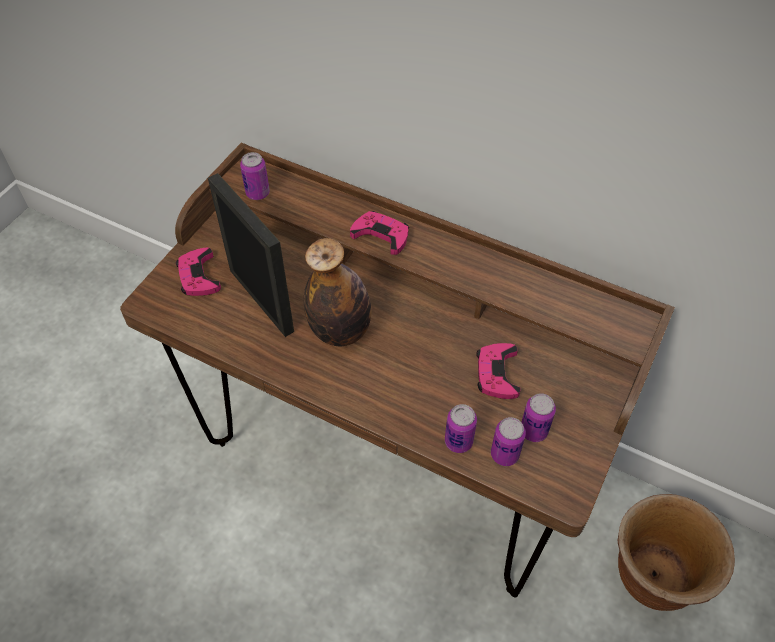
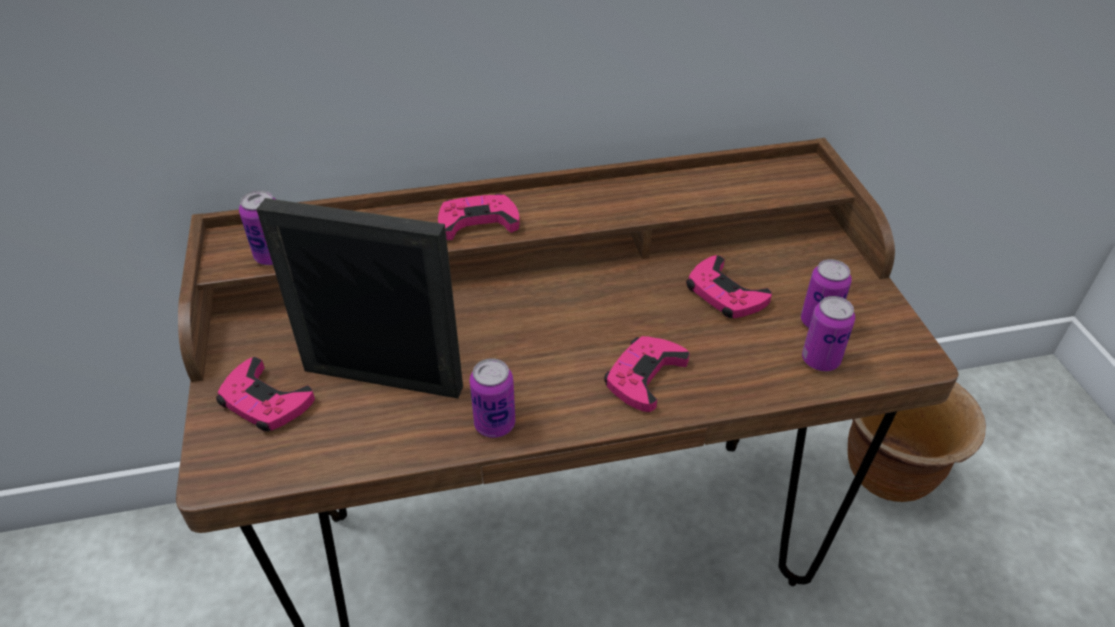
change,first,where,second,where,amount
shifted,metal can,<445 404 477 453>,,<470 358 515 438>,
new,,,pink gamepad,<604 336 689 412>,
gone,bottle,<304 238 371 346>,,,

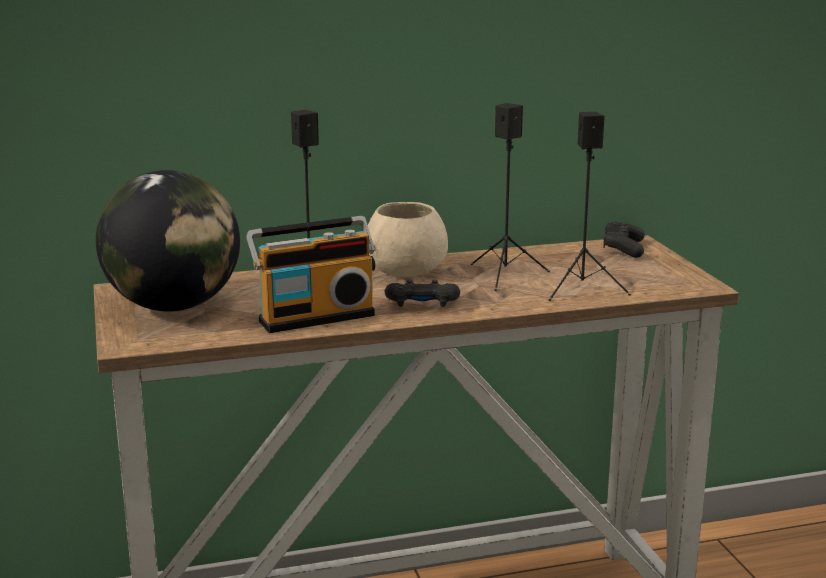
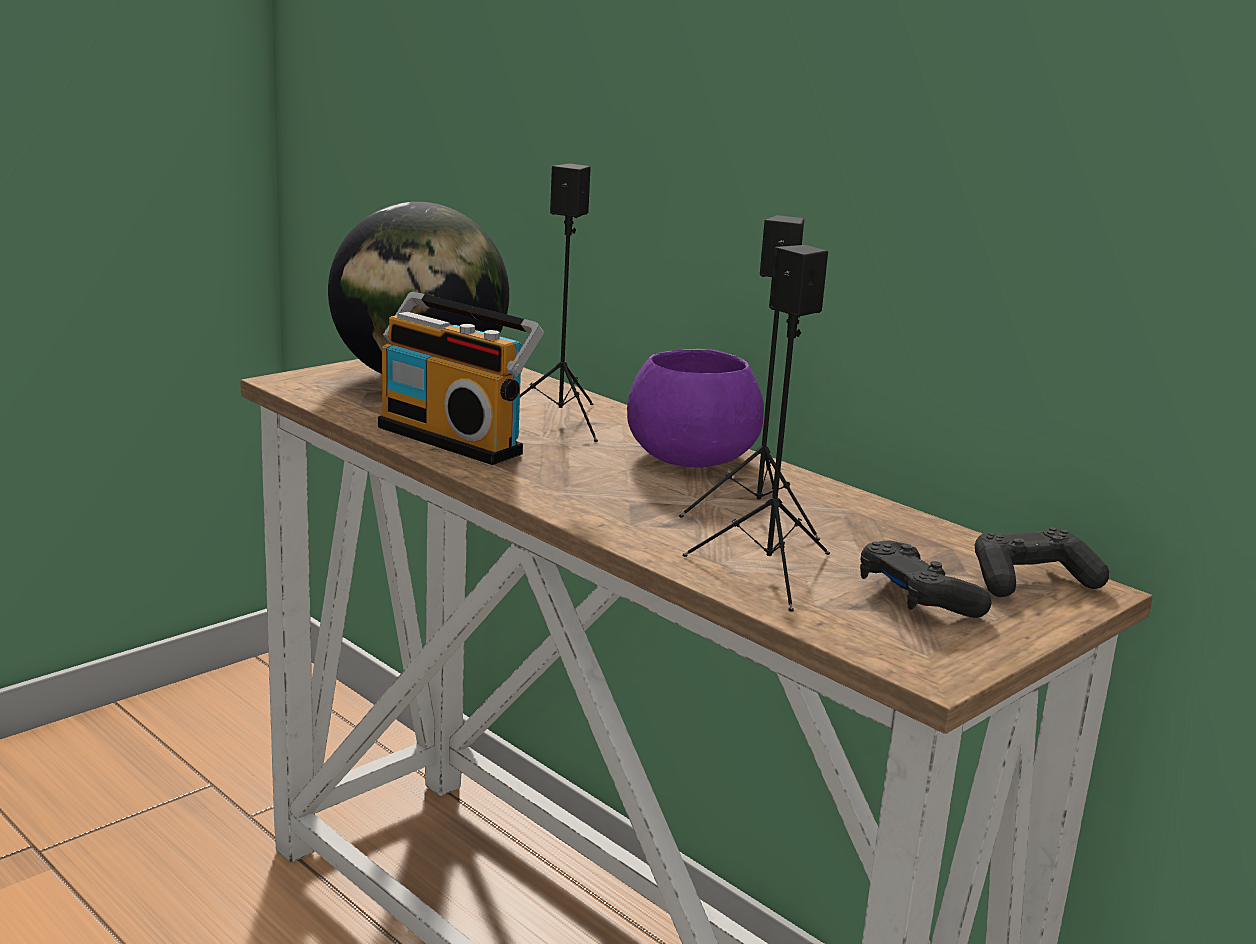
change,first,where,second,where,amount
repainted,sand-coloured bowl,<368 202 448 277>,purple-coloured bowl,<627 349 764 467>,
shifted,black gamepad,<385 280 460 307>,,<860 540 992 618>,

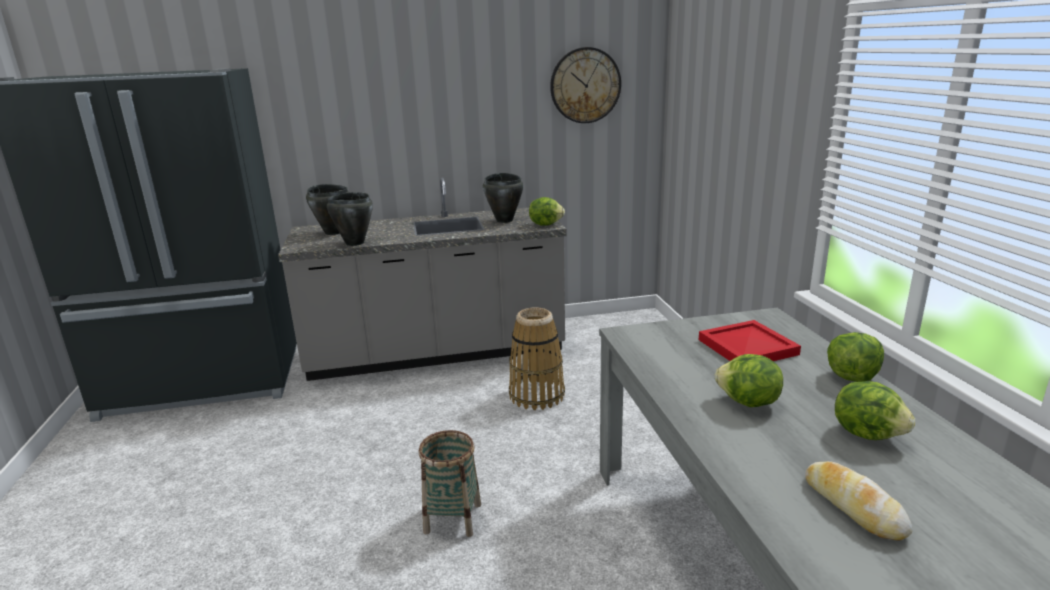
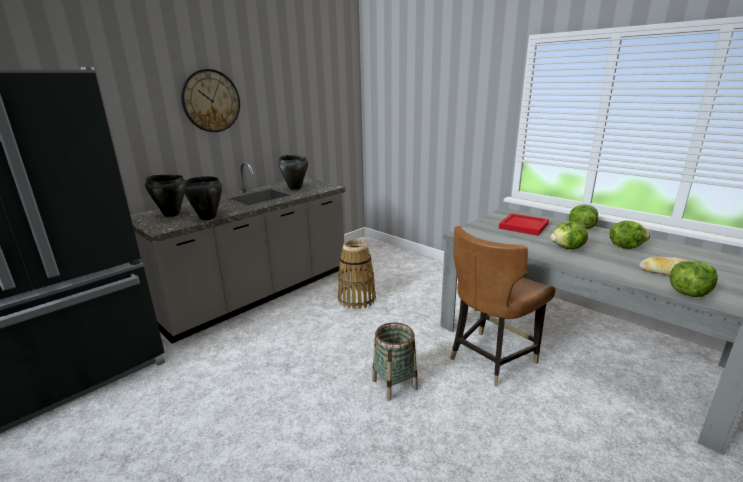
change,first,where,second,where,amount
shifted,clock on the wall,<550 47 621 123>,,<181 69 240 132>,
new,,,brownish upright chair,<450 226 556 387>,
shifted,head of lettuce,<529 197 565 226>,,<670 261 718 297>,

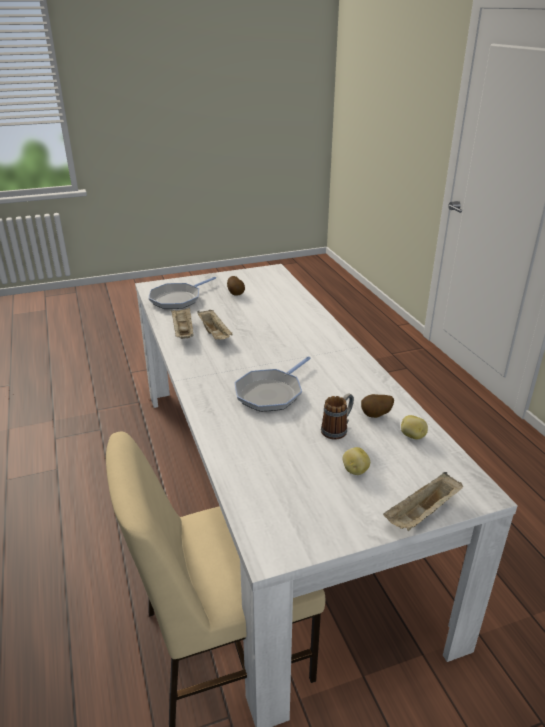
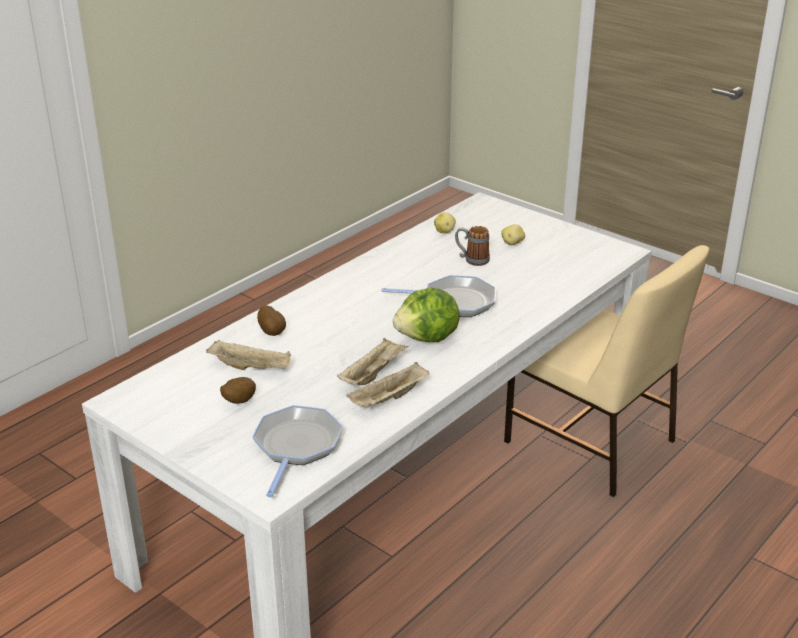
change,first,where,second,where,amount
shifted,sand-coloured serving tray,<383 472 463 531>,,<206 340 291 370>,
rotated,pan,<148 277 216 309>,,<252 405 343 497>,90 degrees counterclockwise
shifted,whole potato,<361 394 394 418>,,<257 305 286 336>,
new,,,head of lettuce,<393 288 460 342>,

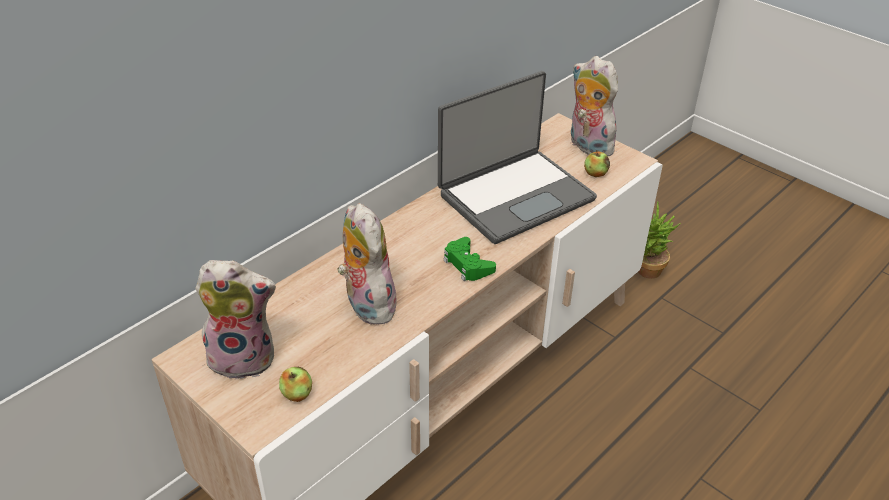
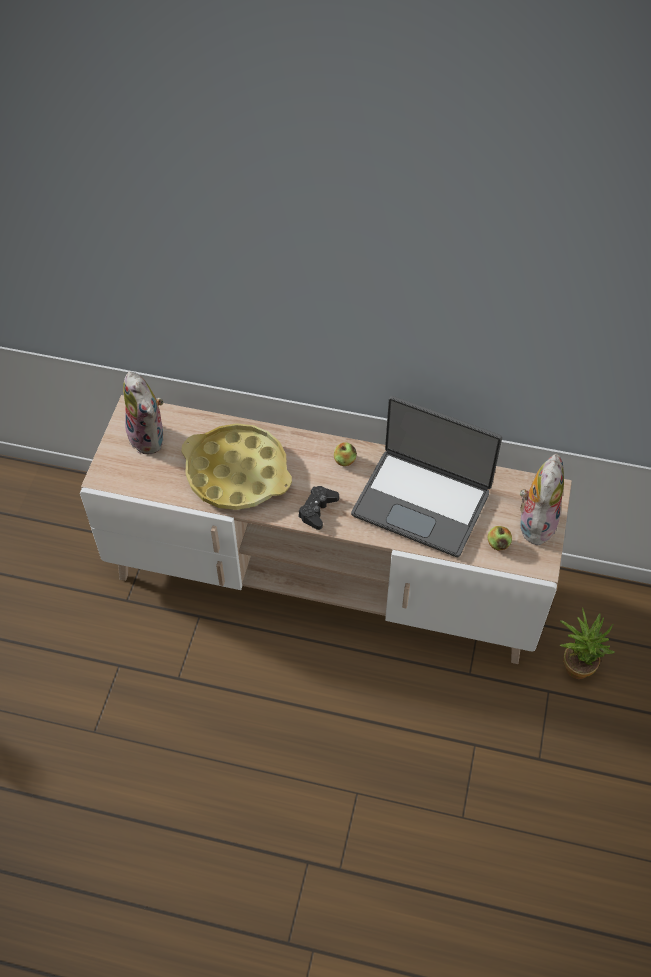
change,first,where,second,where,amount
swapped,cuddly toy,<337 203 396 325>,yellow serving tray,<182 423 292 510>,
repainted,greenish gamepad,<444 237 496 281>,black gamepad,<298 486 339 530>,
shifted,apple fruit,<279 367 312 402>,,<334 442 357 466>,

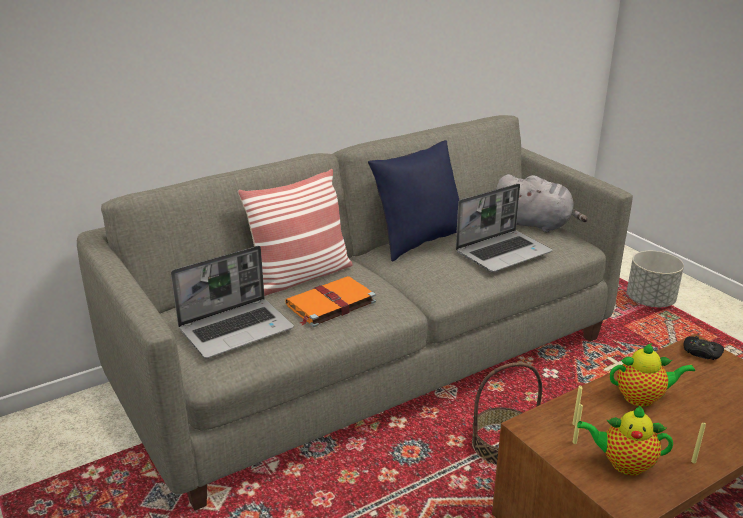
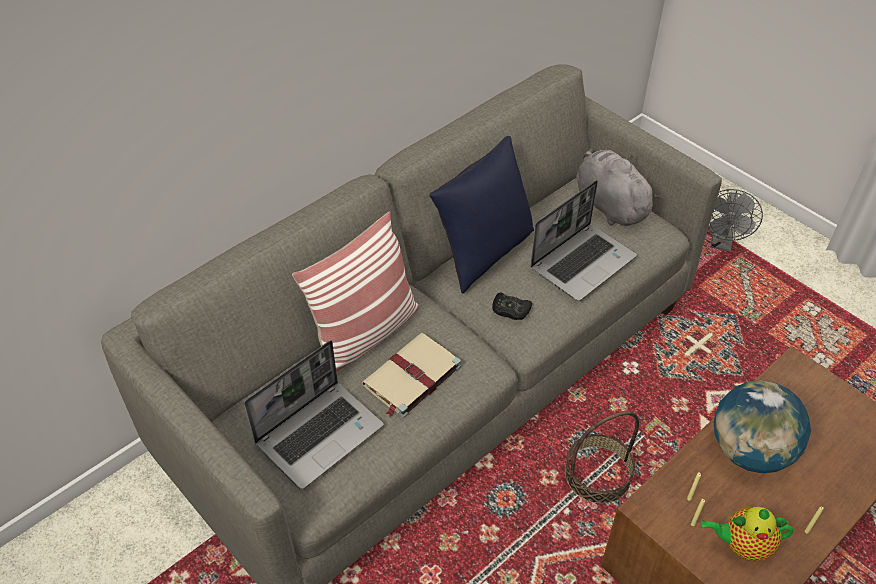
change,first,where,second,where,amount
repainted,orange-coloured book,<285 276 376 327>,sand-coloured book,<362 333 461 418>,
shifted,black gamepad,<684 336 724 360>,,<492 292 532 320>,
rotated,grey cuddly toy,<496 174 588 233>,,<576 148 660 226>,135 degrees counterclockwise
swapped,grey flower pot,<627 251 684 307>,grey cooling fan,<707 189 763 252>,
swapped,teapot,<610 343 695 407>,desk globe,<714 380 811 473>,

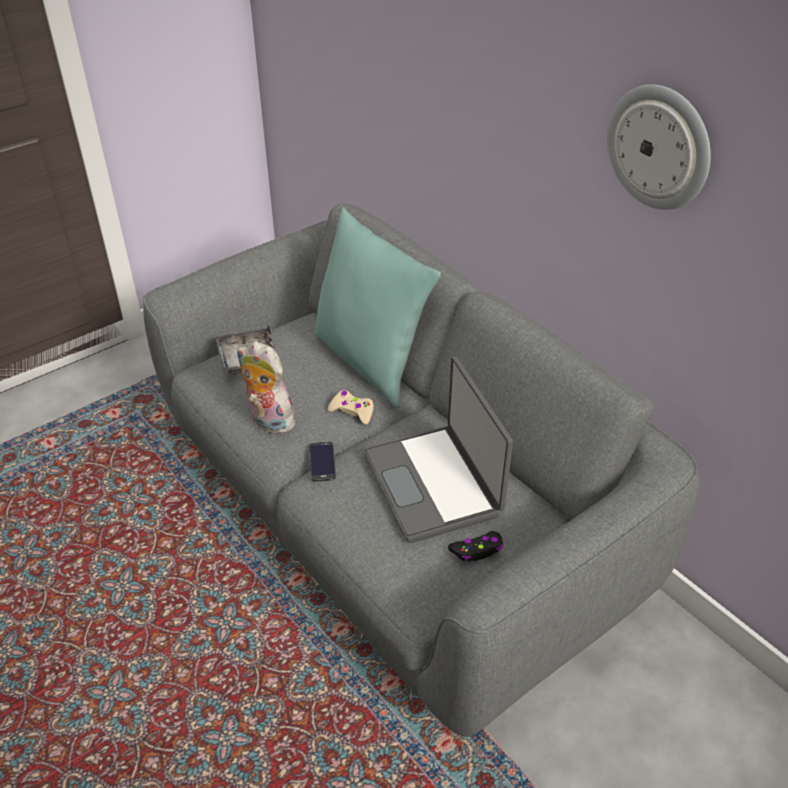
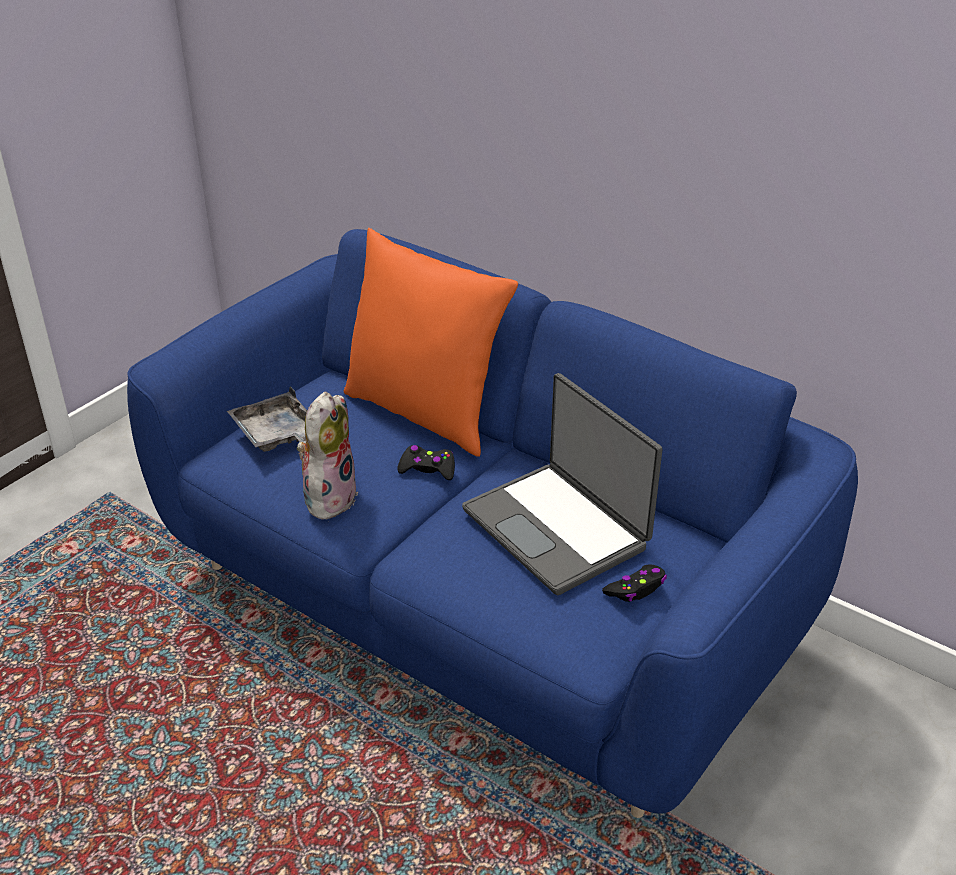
change,first,where,second,where,amount
repainted,grey sofa,<143 203 700 737>,blue sofa,<127 229 858 818>,
rotated,cuddly toy,<237 341 301 434>,,<297 392 358 520>,90 degrees clockwise
repainted,turquoise pillow,<314 207 441 408>,orange-coloured pillow,<344 228 518 457>,
repainted,sand-coloured gamepad,<328 390 374 425>,black gamepad,<397 445 455 480>,
gone,handset,<309 441 336 482>,,,
gone,clock on the wall,<607 84 711 210>,,,

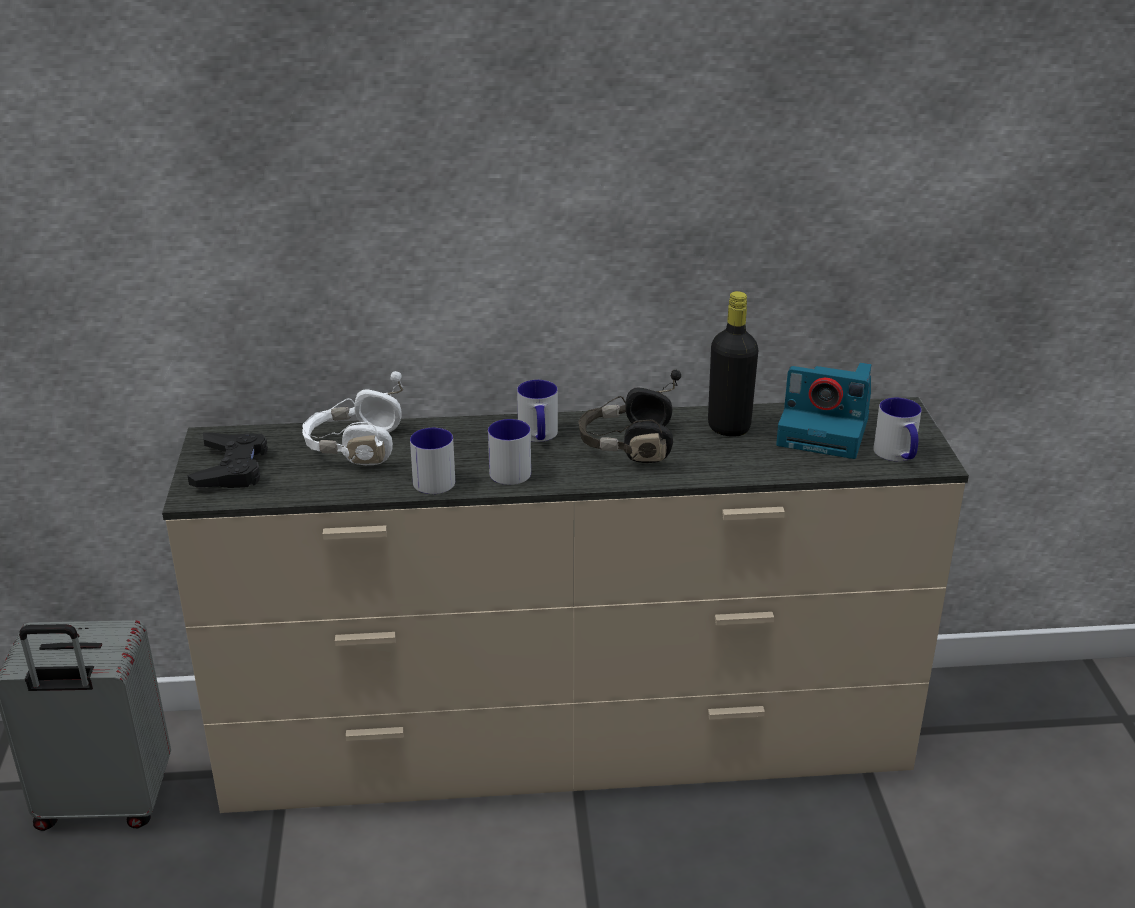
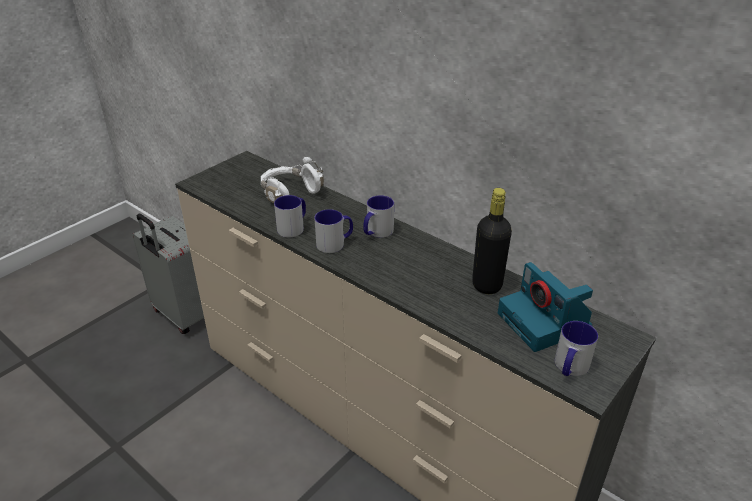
change,first,where,second,where,amount
gone,black gamepad,<187 433 268 488>,,,
gone,black headphones,<579 370 681 463>,,,

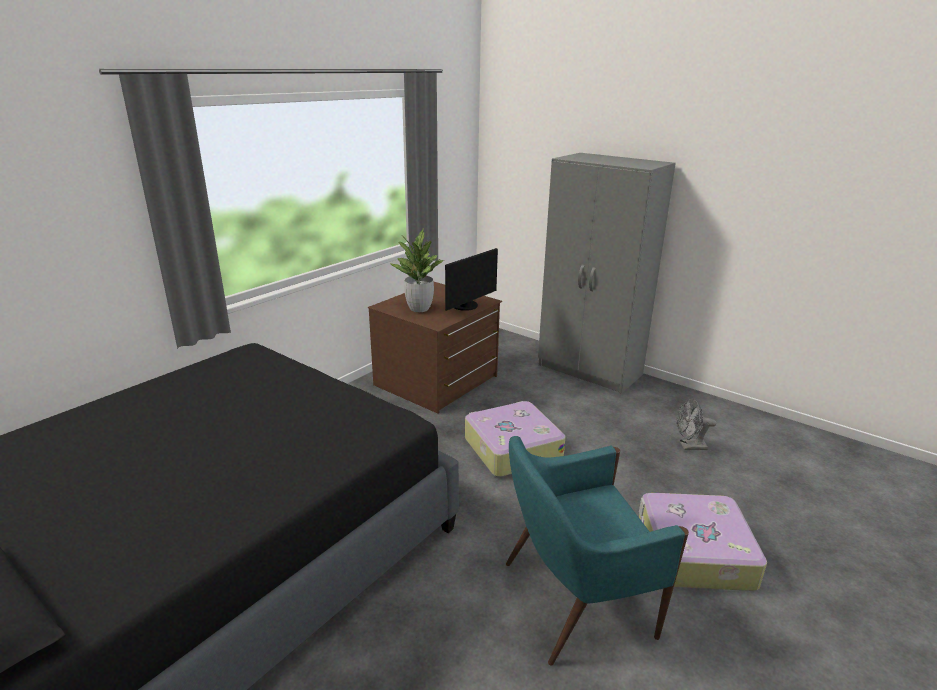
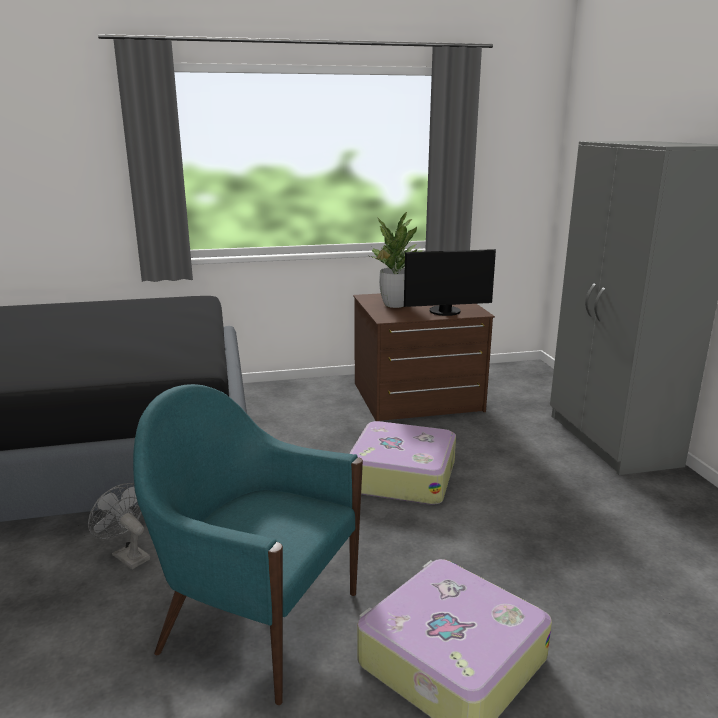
change,first,where,second,where,amount
shifted,grey cooling fan,<676 399 716 450>,,<88 483 150 569>,

